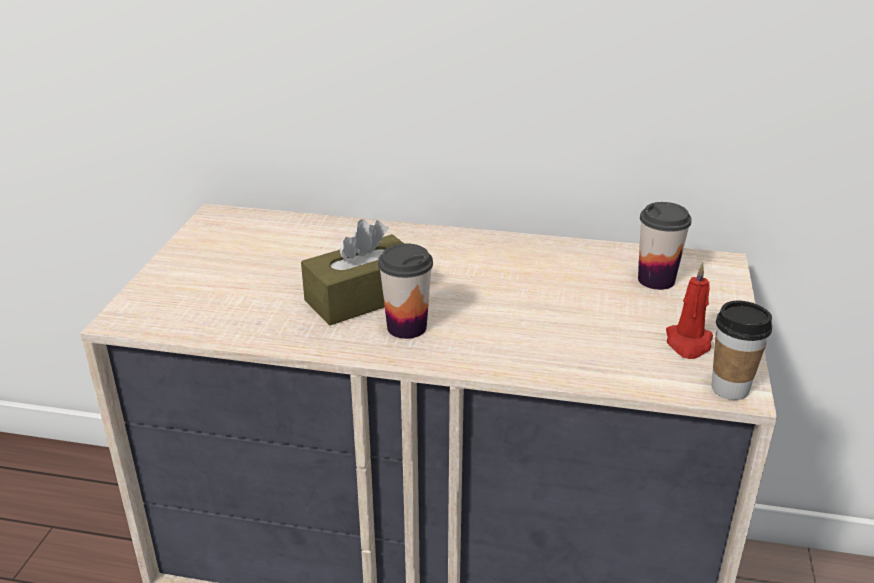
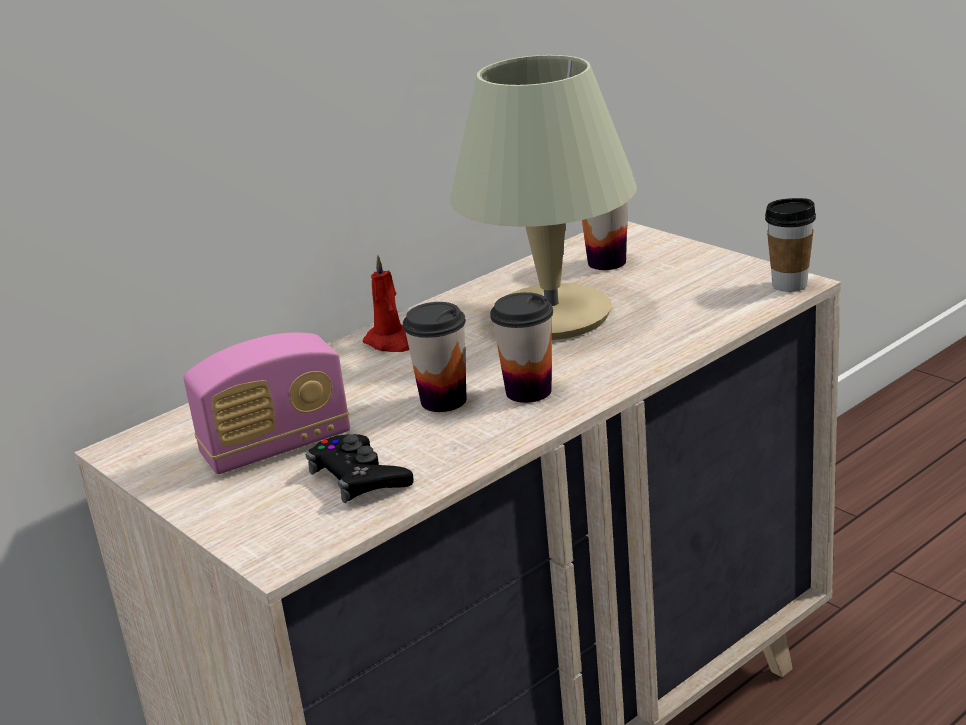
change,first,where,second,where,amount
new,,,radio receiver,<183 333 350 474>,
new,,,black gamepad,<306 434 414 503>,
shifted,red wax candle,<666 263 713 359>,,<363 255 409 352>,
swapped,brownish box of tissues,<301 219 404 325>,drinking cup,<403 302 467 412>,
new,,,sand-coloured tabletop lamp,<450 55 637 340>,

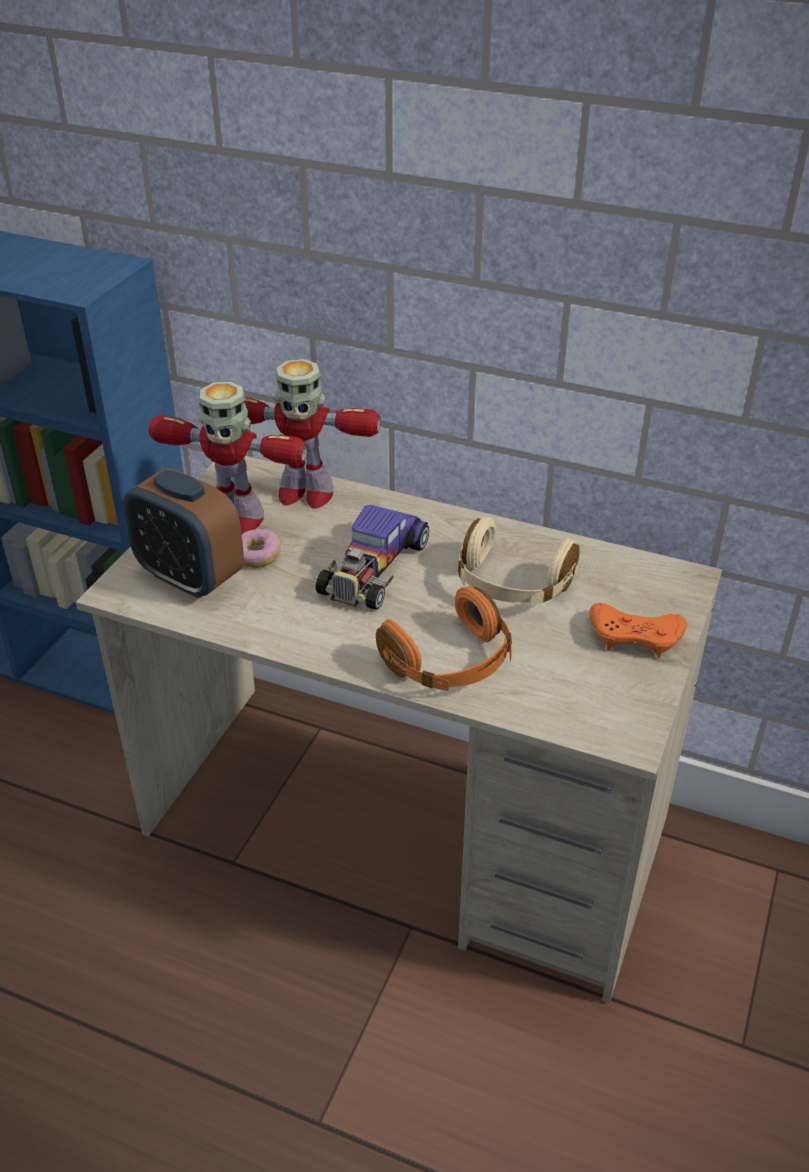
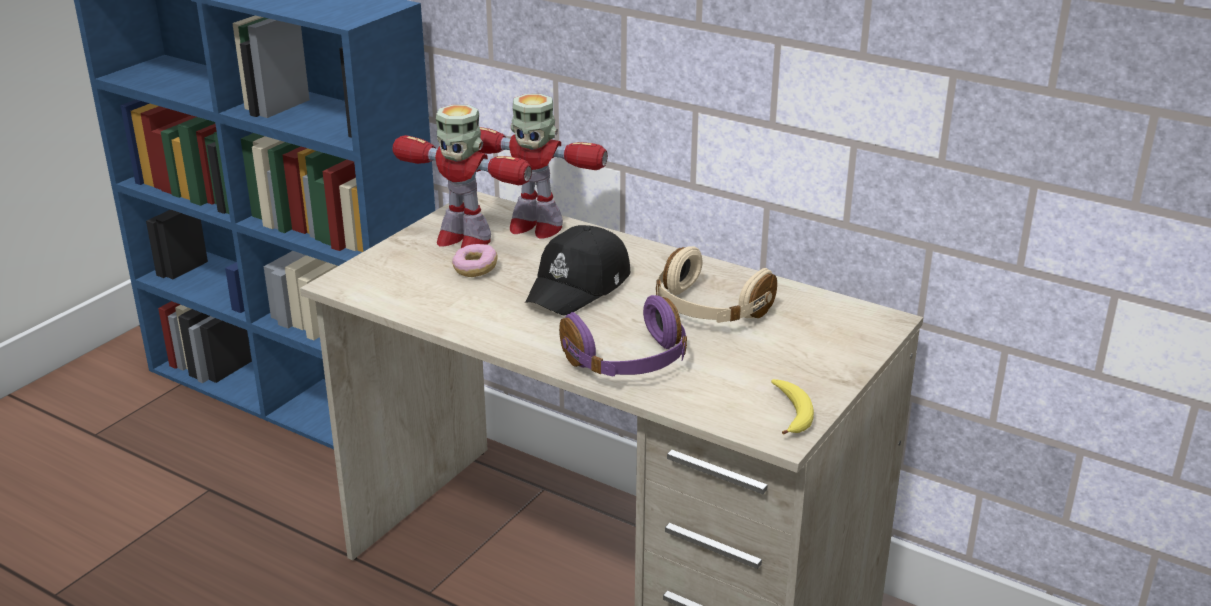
change,first,where,second,where,amount
swapped,toy car,<316 505 429 610>,black peaked cap,<525 225 630 315>,
repainted,orange-coloured headphones,<376 586 512 691>,purple-coloured headphones,<559 295 687 376>,
new,,,banana fruit,<771 379 814 435>,
gone,bedside clock,<123 468 244 599>,,,
gone,orange-coloured gamepad,<589 603 687 658>,,,

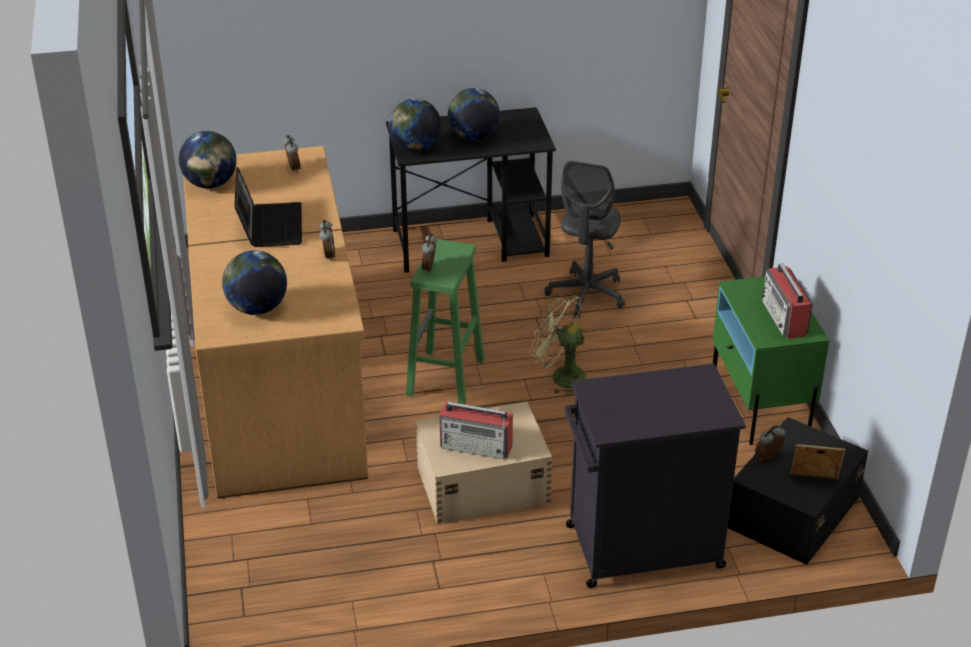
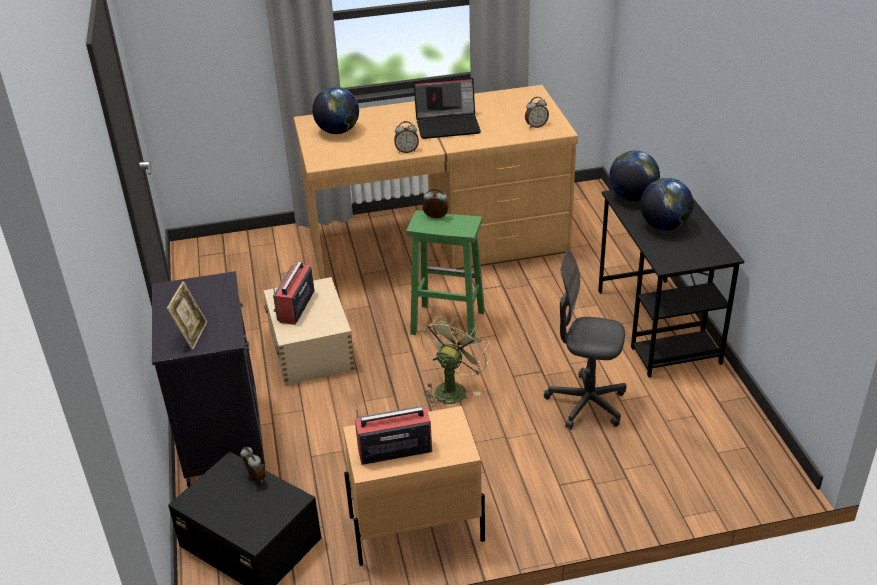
change,first,where,second,where,amount
shifted,picture frame,<791 444 845 479>,,<167 281 207 350>,
repainted,greenish night table,<713 276 830 445>,sand-coloured night table,<343 406 485 566>,
gone,desk globe,<179 131 237 189>,,,

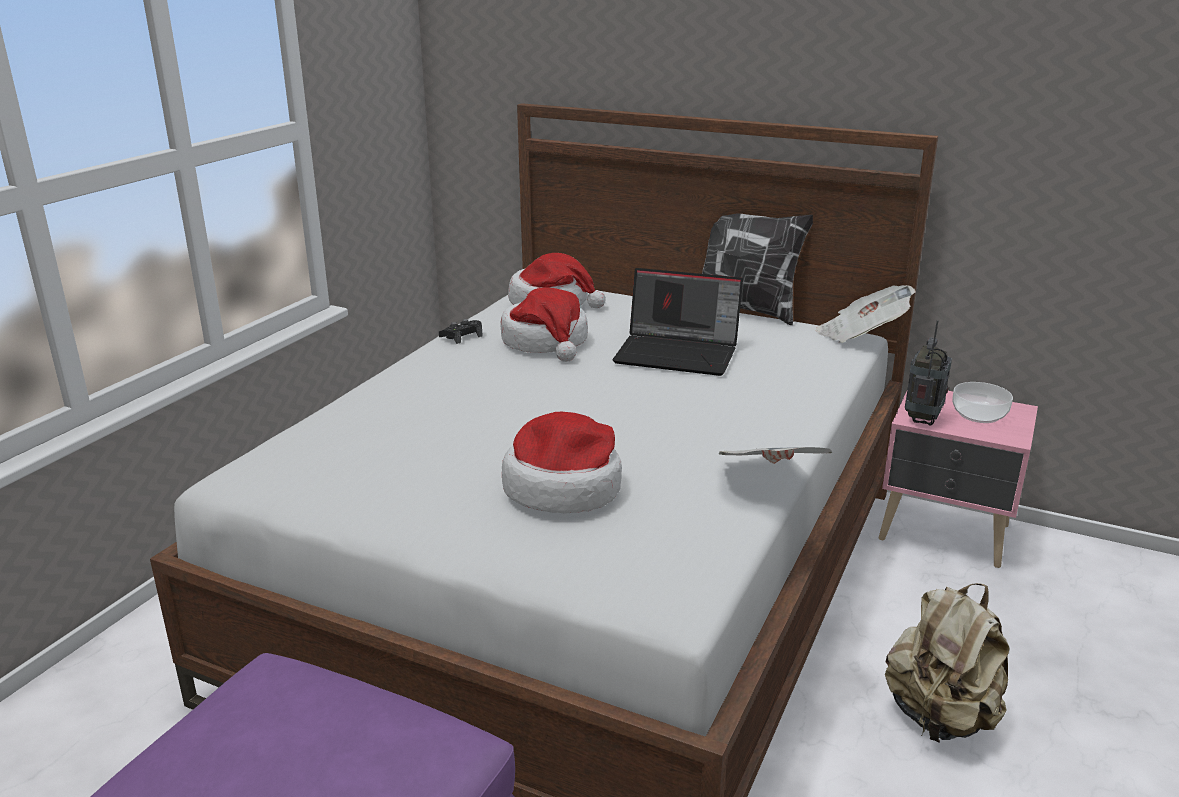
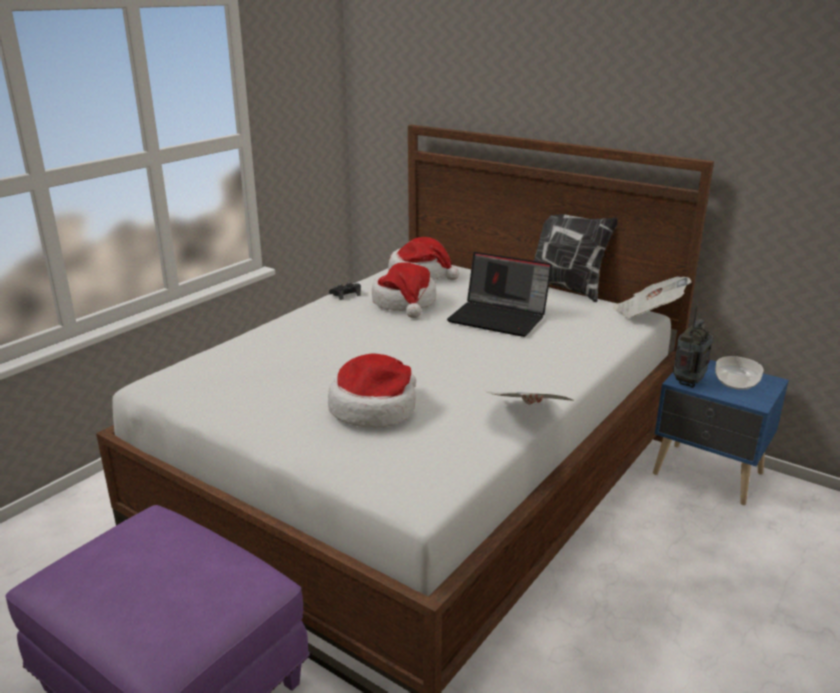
change,first,where,second,where,amount
repainted,pink night table,<879 389 1038 568>,blue night table,<653 360 789 505>,
gone,sand-coloured rucksack,<885 583 1009 743>,,,

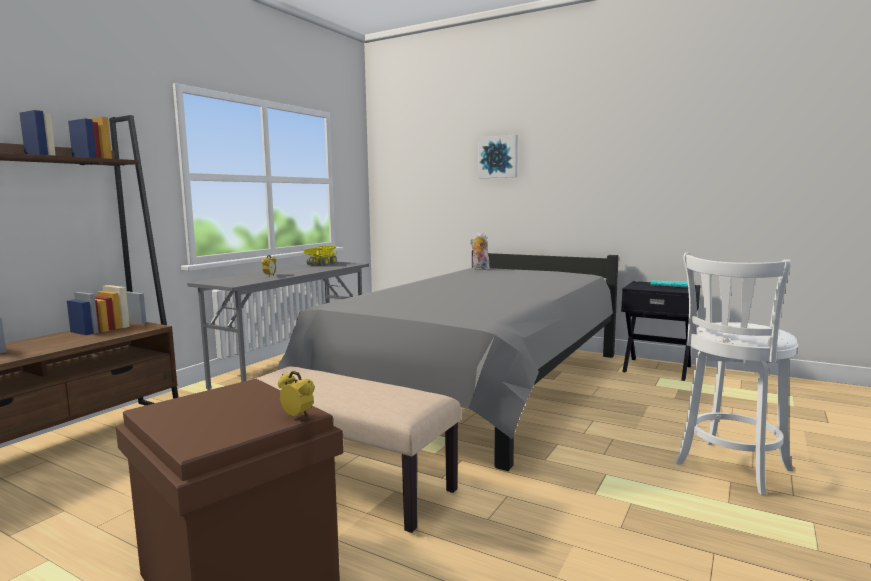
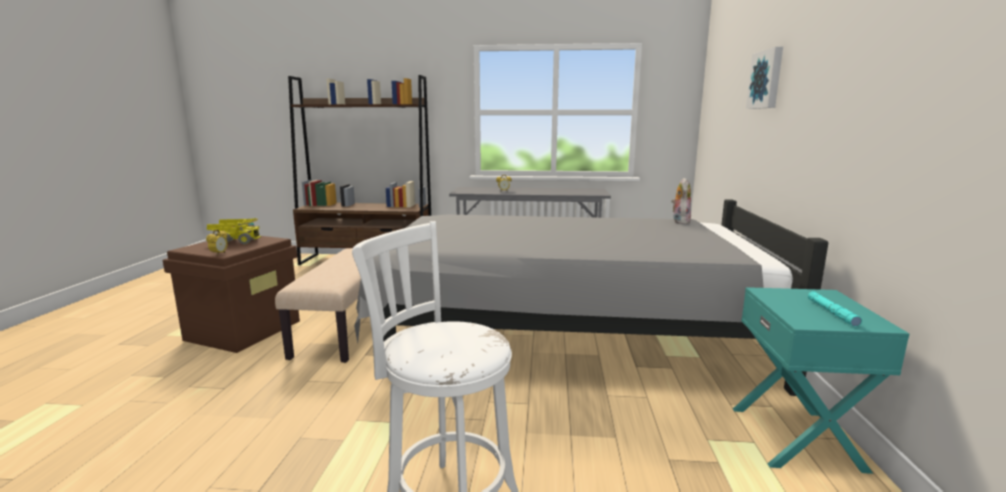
change,first,where,second,where,amount
shifted,toy lorry,<303 246 337 266>,,<207 218 261 244>,
repainted,black night table,<621 281 700 381>,turquoise night table,<733 287 909 474>,

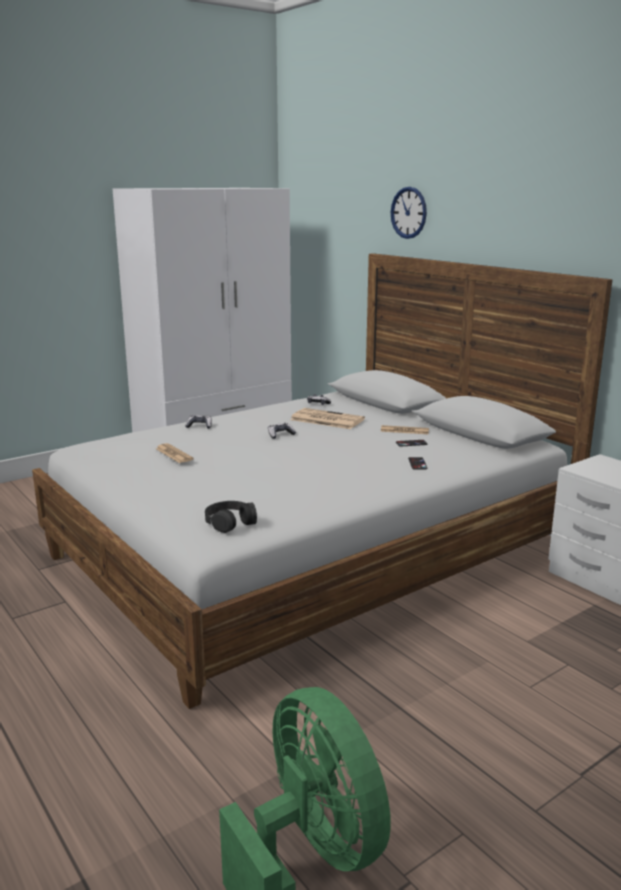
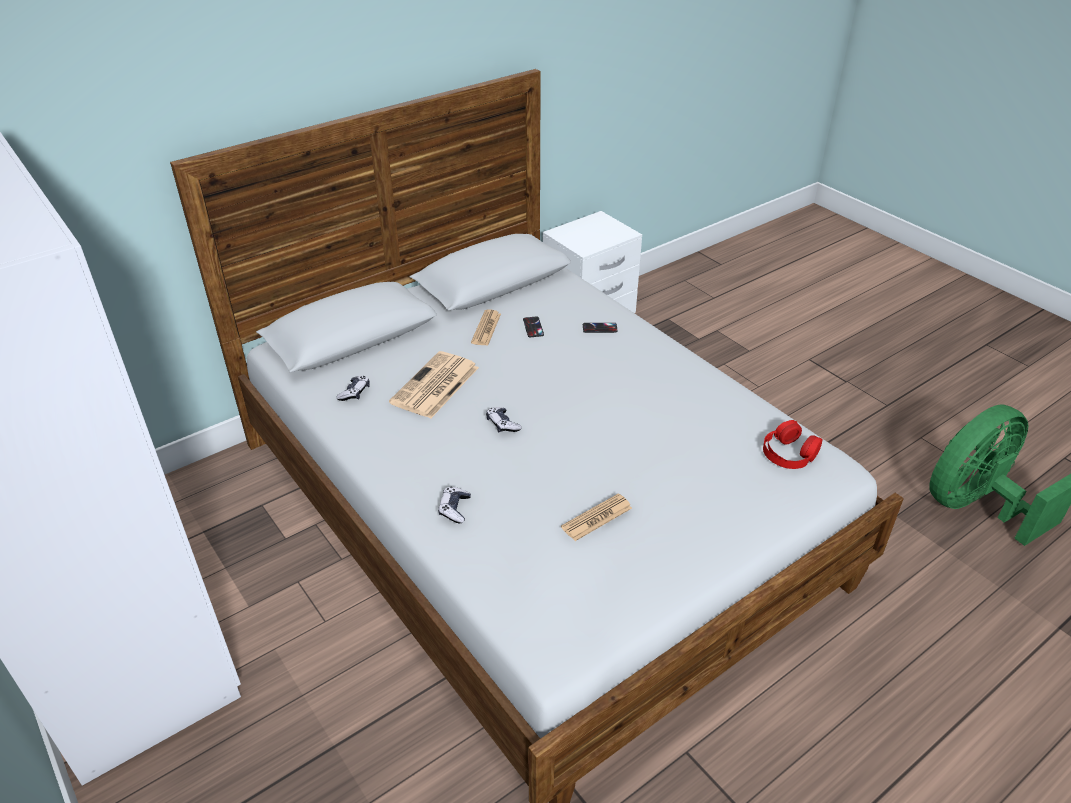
change,first,where,second,where,amount
repainted,black headphones,<205 501 257 533>,red headphones,<763 420 823 469>,
gone,clock on the wall,<391 187 427 239>,,,

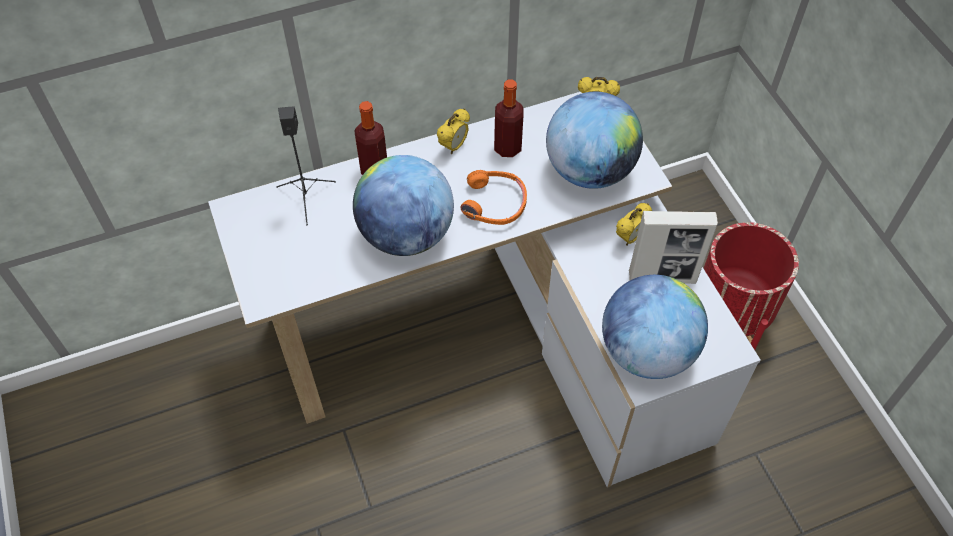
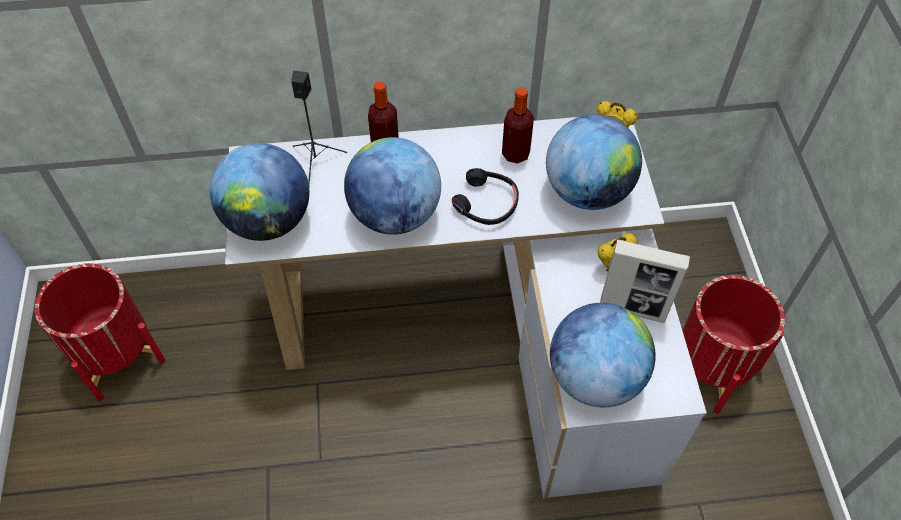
change,first,where,second,where,amount
new,,,red flower pot,<35 263 166 401>,
new,,,desk globe,<210 143 309 241>,
repainted,orange-coloured headphones,<460 170 527 225>,black headphones,<452 168 519 225>,
gone,bedside clock,<437 109 470 154>,,,

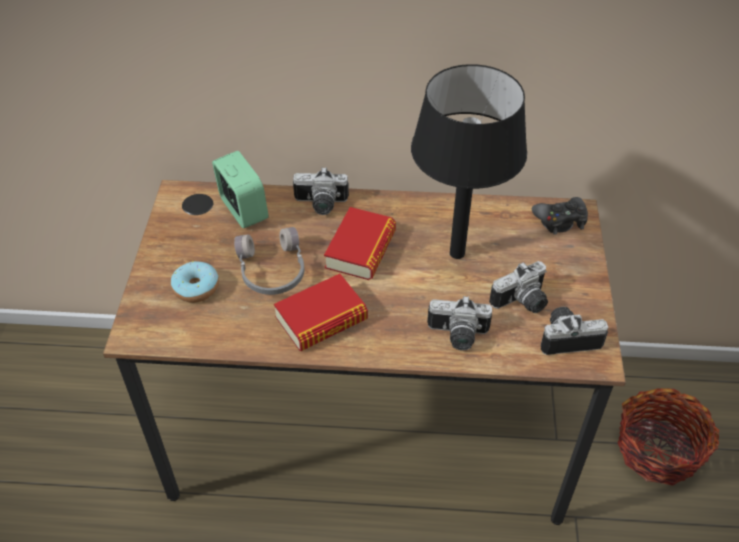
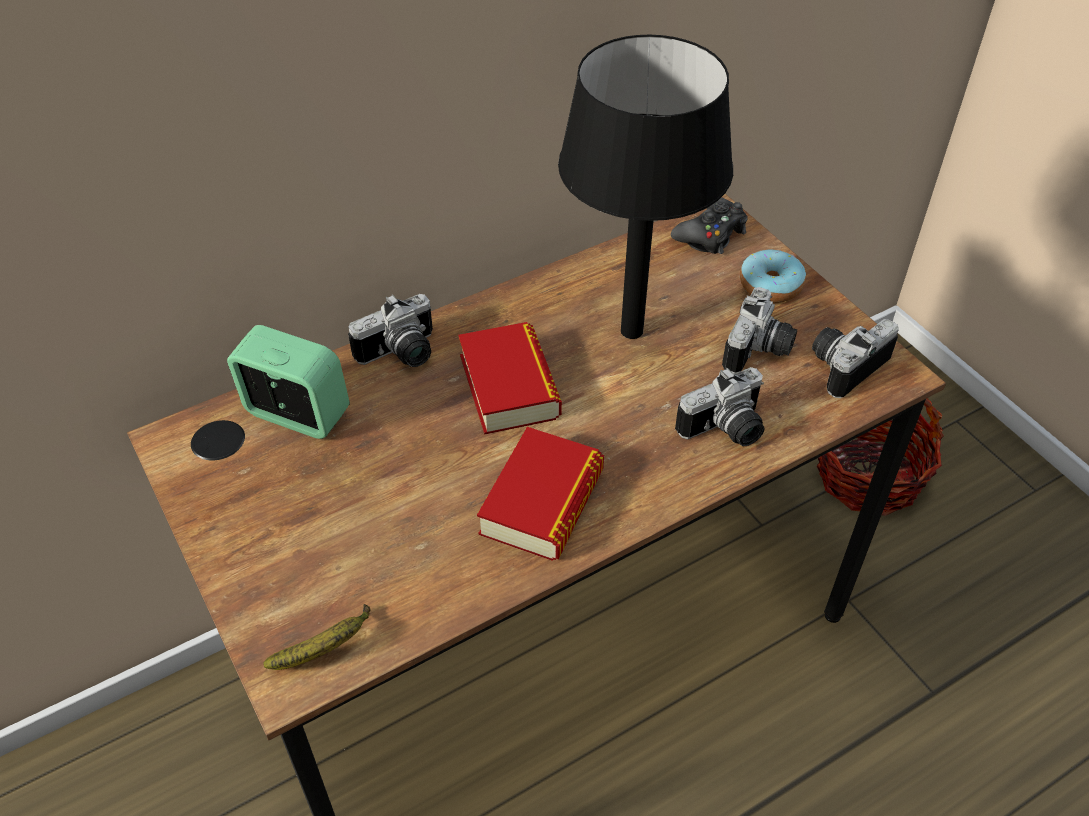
change,first,where,second,where,amount
new,,,banana fruit,<263 604 370 670>,
shifted,ring doughnut,<171 261 219 303>,,<740 250 806 303>,
gone,grey headphones,<234 227 304 295>,,,

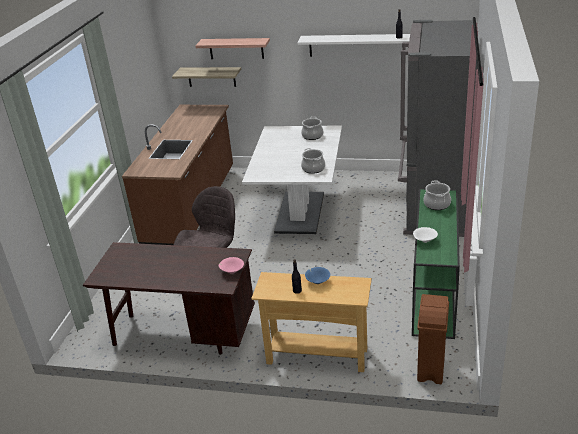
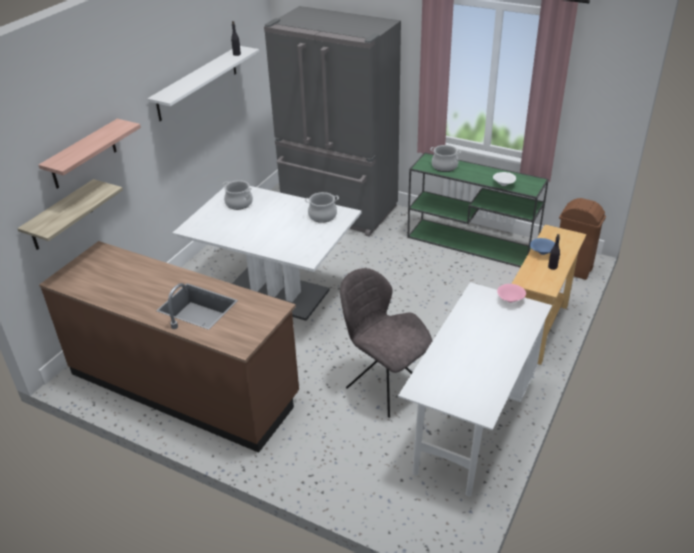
change,first,where,second,where,amount
repainted,brownish desk table,<83 242 255 355>,white desk table,<398 282 552 496>,

